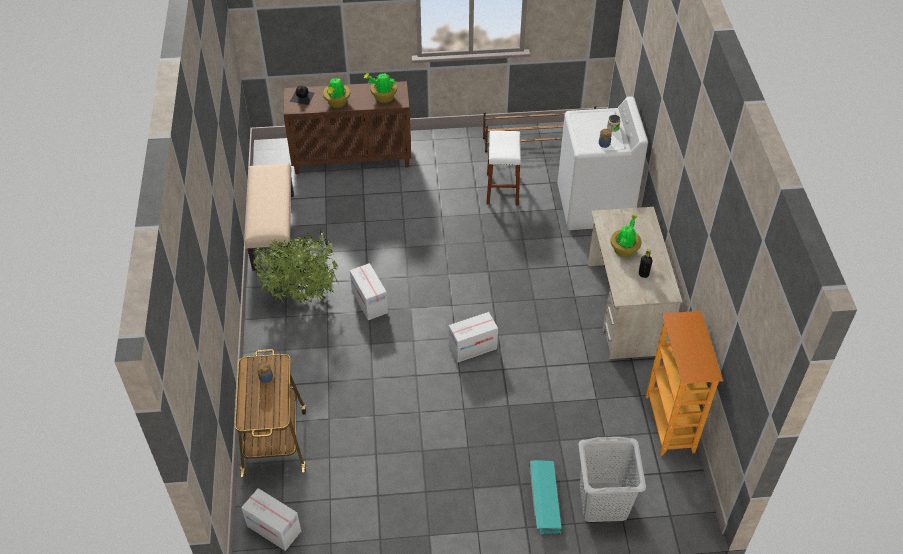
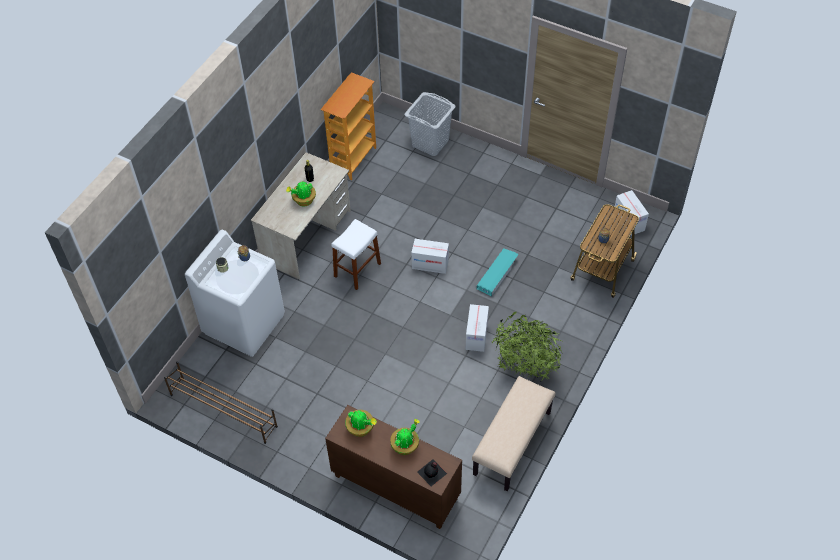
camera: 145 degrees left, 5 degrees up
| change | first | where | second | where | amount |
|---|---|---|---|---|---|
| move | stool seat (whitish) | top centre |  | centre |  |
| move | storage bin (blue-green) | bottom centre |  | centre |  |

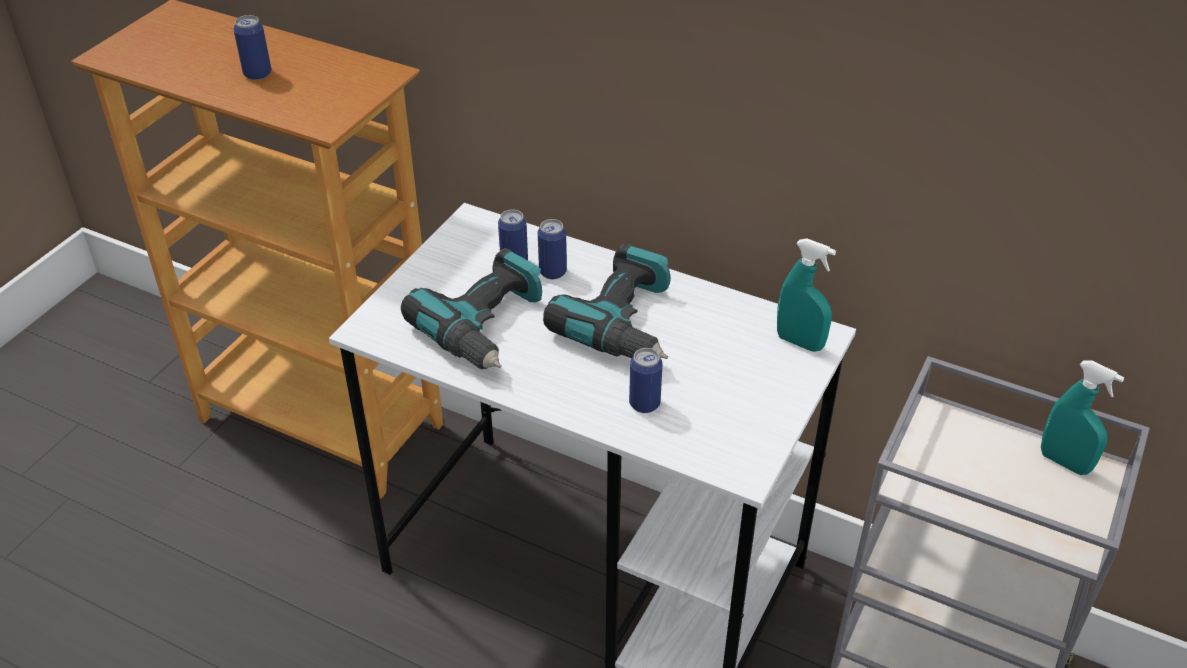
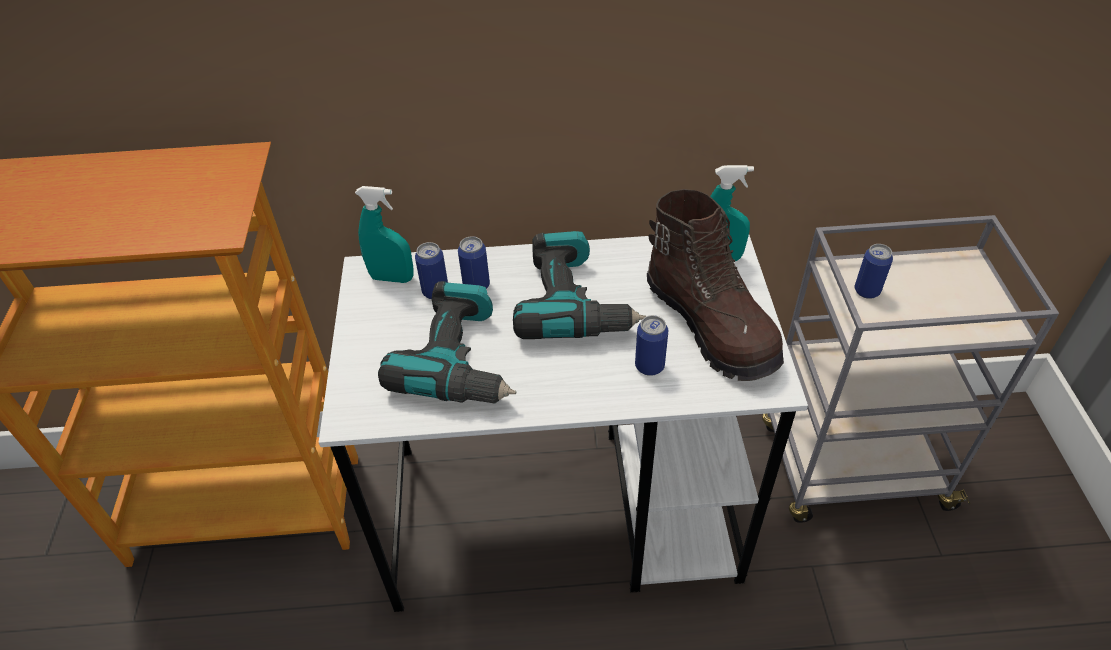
camera: 30 degrees left, 5 degrees up
| change | first | where | second | where | amount |
|---|---|---|---|---|---|
| move | metal can (1st from left in the first image) | top left | metal can (4th from left) | middle right |  |
| move | hand sprayer (blue-green) (2nd from left in the first image) | middle right | hand sprayer (blue-green) (1st from left) | centre |  |
| insert |  |  | high-top boot (brown-coloured) | centre |  |

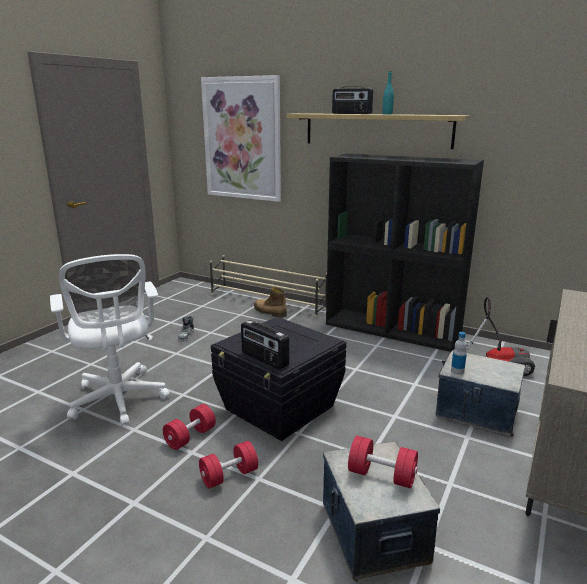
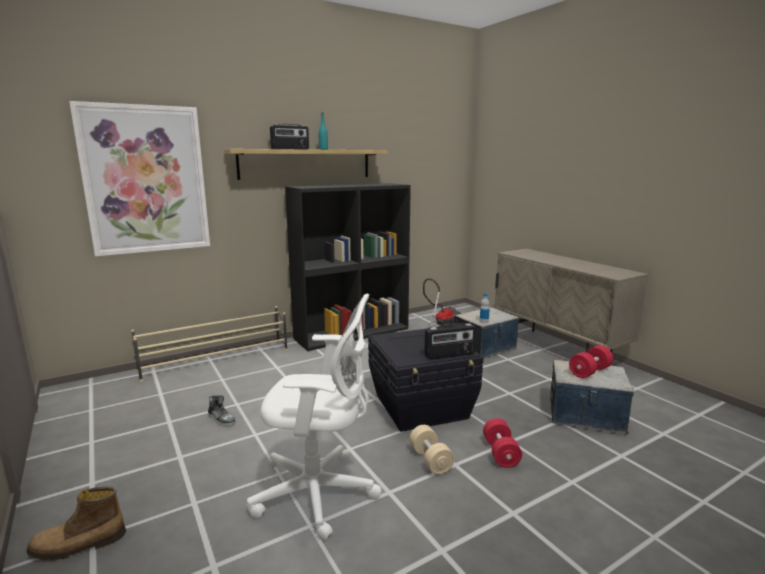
camera: 60 degrees left, 5 degrees down
| change | first | where | second | where | amount |
|---|---|---|---|---|---|
| move | high-top boot | centre |  | bottom left |  |
| recolor | dumbbell (red) (1st from left) | bottom left | dumbbell (beige-coloured) | bottom centre |  |

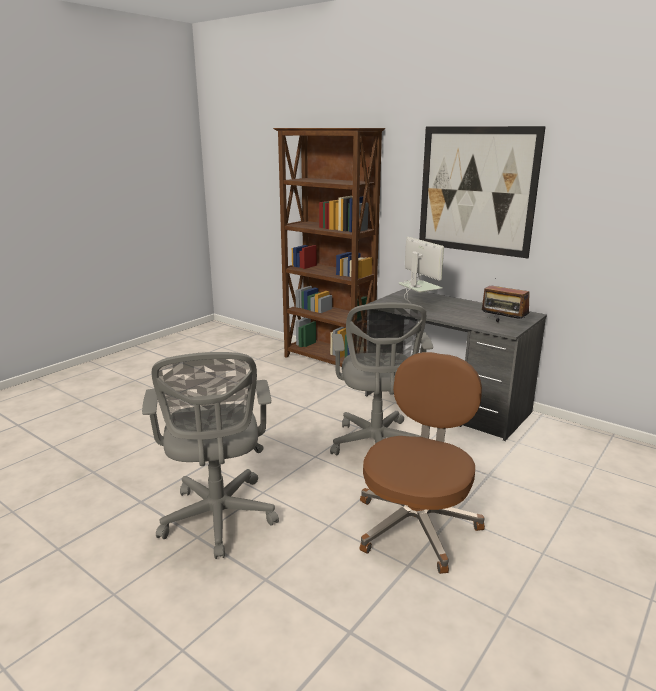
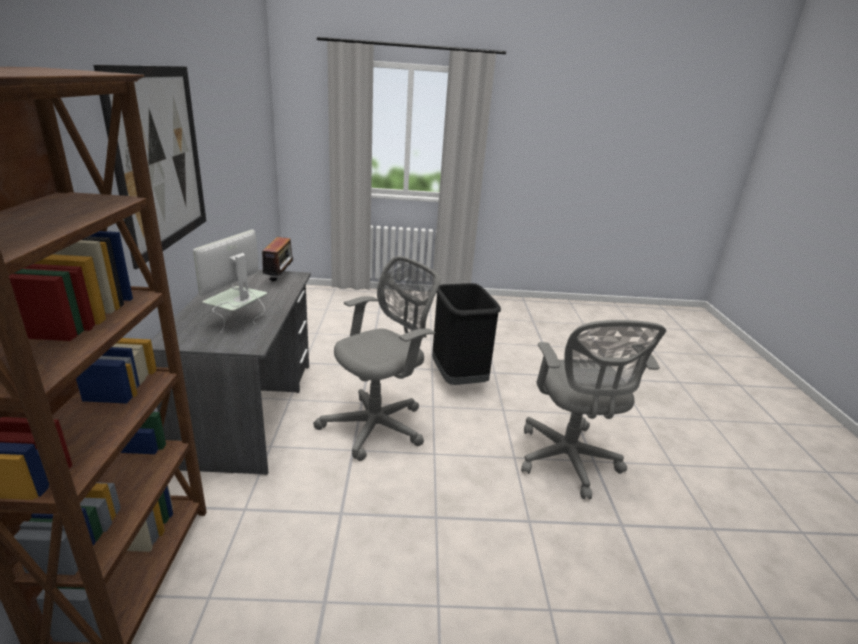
camera: 130 degrees left, 5 degrees up
| change | first | where | second | where | amount |
|---|---|---|---|---|---|
| rotate | desk chair (grey) (1st from left in the first image) | middle left | desk chair (grey) (2nd from left) | middle right | 135 degrees clockwise |
| replace | desk chair (brown-coloured) | bottom centre | waste bin (black) | centre |  |

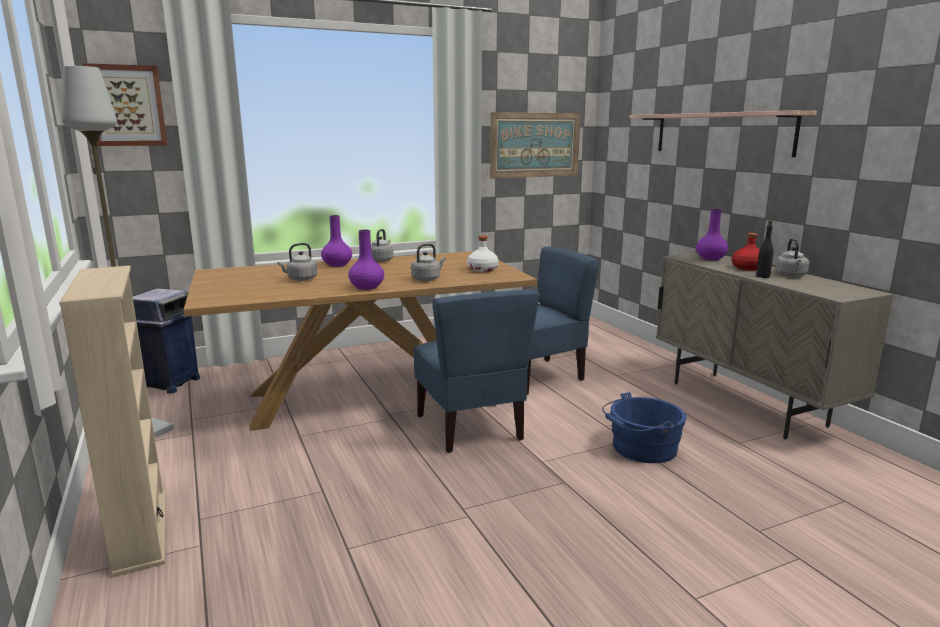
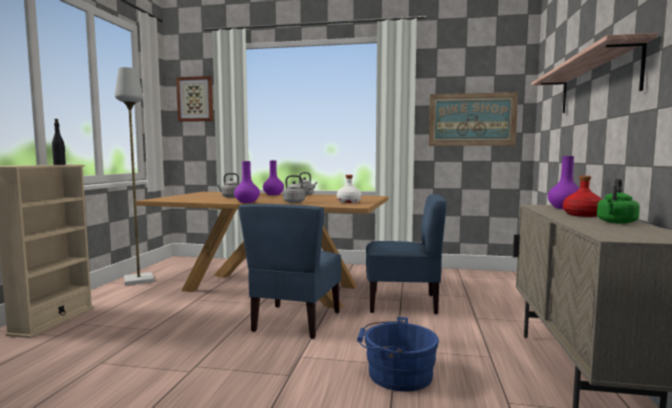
camera: 35 degrees right, 10 degrees down
| change | first | where | second | where | amount |
|---|---|---|---|---|---|
| move | beverage bottle (black) | middle right |  | middle left |  |
| recolor | tea kettle (grey) (4th from left) | middle right | tea kettle (green) | middle right |  |
| delete | waste bin (bluish) | middle left |  |  |  |

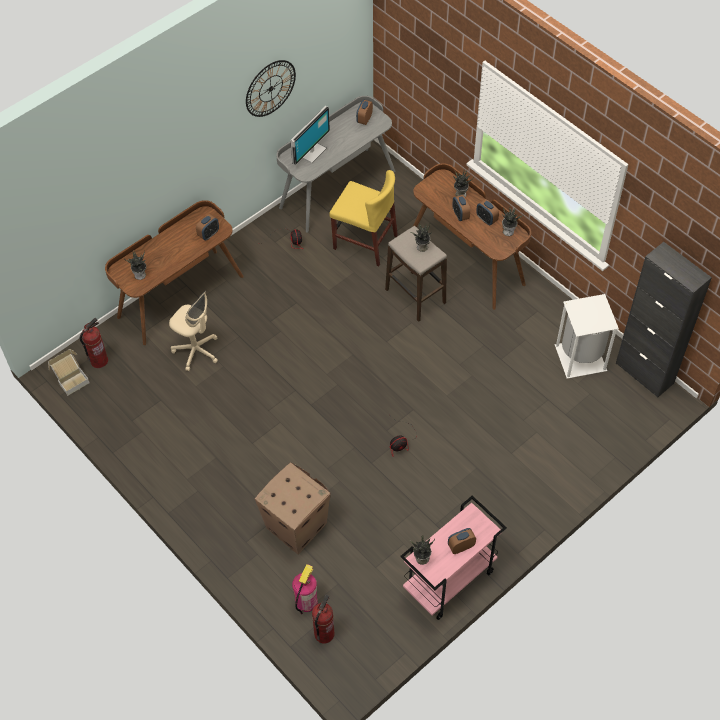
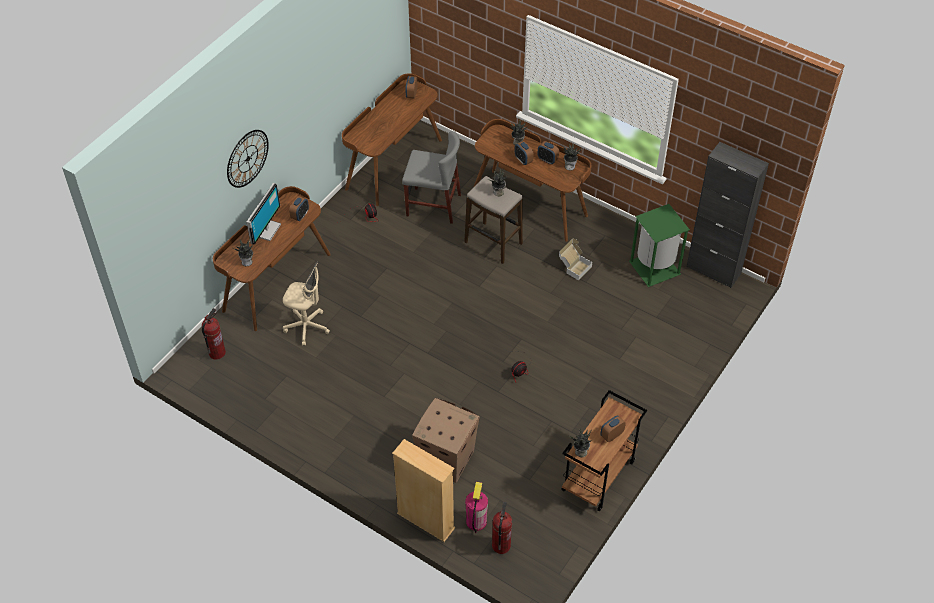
camera: 15 degrees left, 5 degrees down
| change | first | where | second | where | amount |
|---|---|---|---|---|---|
| move | wall clock | top centre |  | top left |  |
| recolor | desk (grey) | top centre | desk (brown-coloured) (2nd from left) | top centre |  |
| move | monitor | top centre |  | middle left |  |
| recolor | upright chair (yellow-coloured) | top centre | upright chair (grey) | top centre |  |
| recolor | waste bin (whitish) | middle right | waste bin (green) | middle right |  |
| move | packing box (1st from left in the first image) | middle left | packing box (2nd from left) | centre |  |
| recolor | cart (pink) | bottom centre | cart (brown-coloured) | bottom centre |  |
| insert |  |  | shelving unit (beige-coloured) | bottom centre |  |

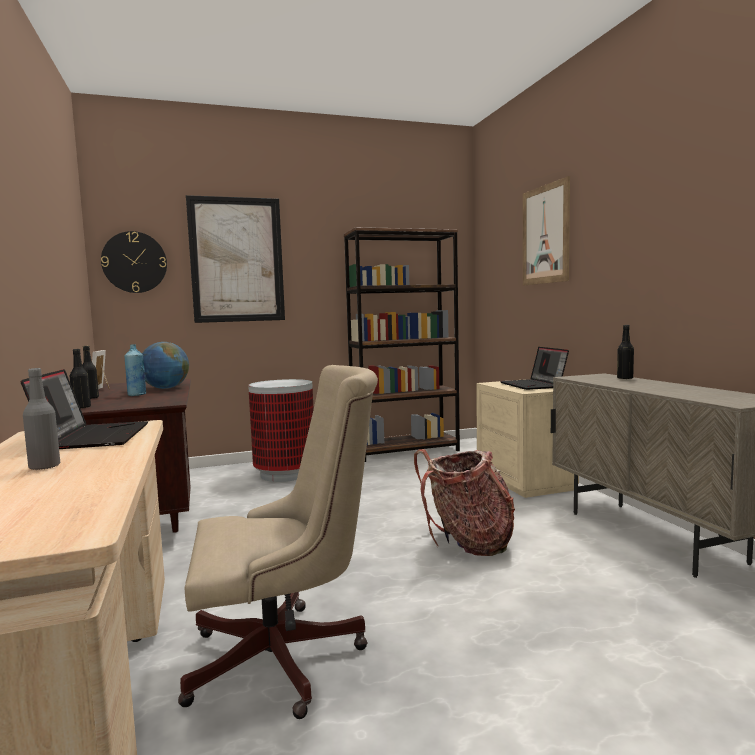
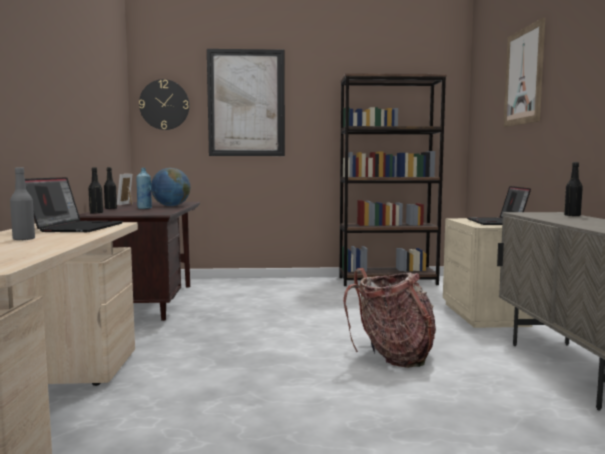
camera: 15 degrees right, 0 degrees up
| change | first | where | second | where | amount |
|---|---|---|---|---|---|
| delete | desk chair (beige-coloured) | bottom centre |  |  |  |
| delete | waste bin | centre |  |  |  |

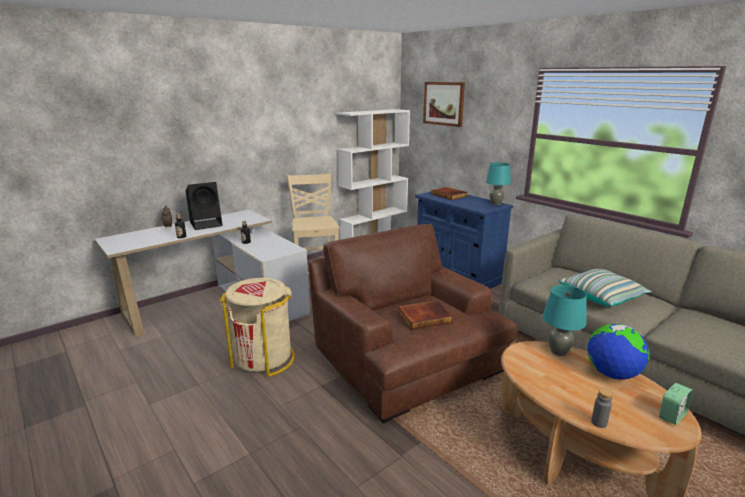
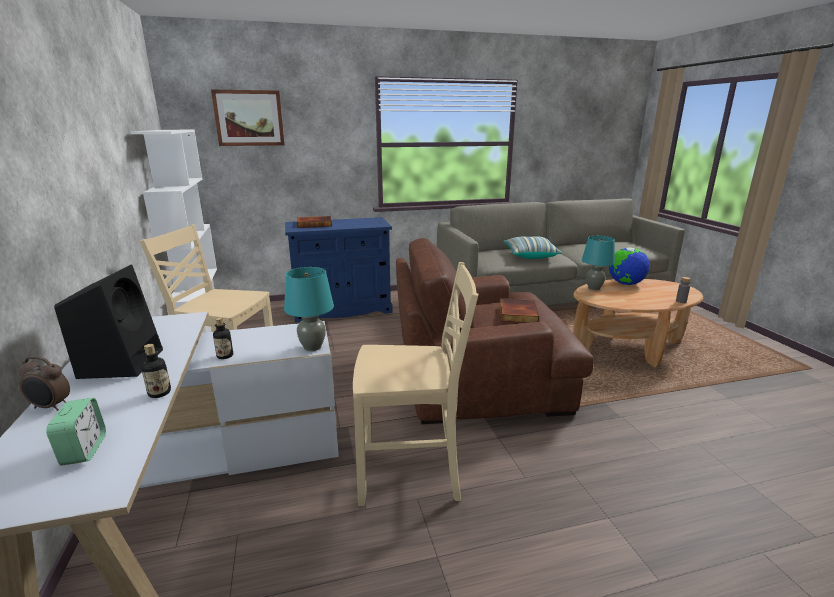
camera: 65 degrees left, 0 degrees up
| change | first | where | second | where | amount |
|---|---|---|---|---|---|
| move | lamp for a table (blue-green) (1st from left) | middle right |  | centre |  |
| replace | waste bin (beige-coloured) | centre | upright chair (beige-coloured) (2nd from left) | centre |  |
| move | table clock (2nd from left) | bottom right |  | bottom left |  |

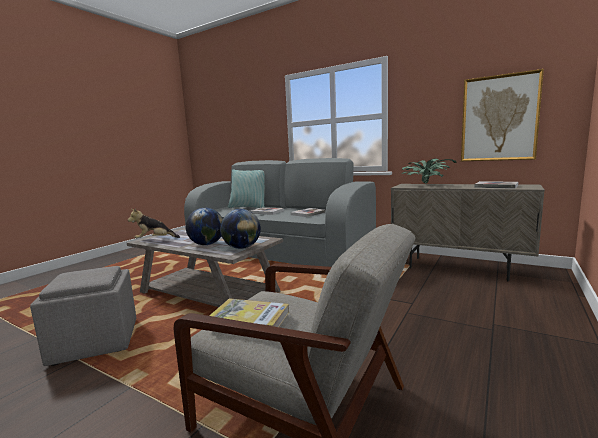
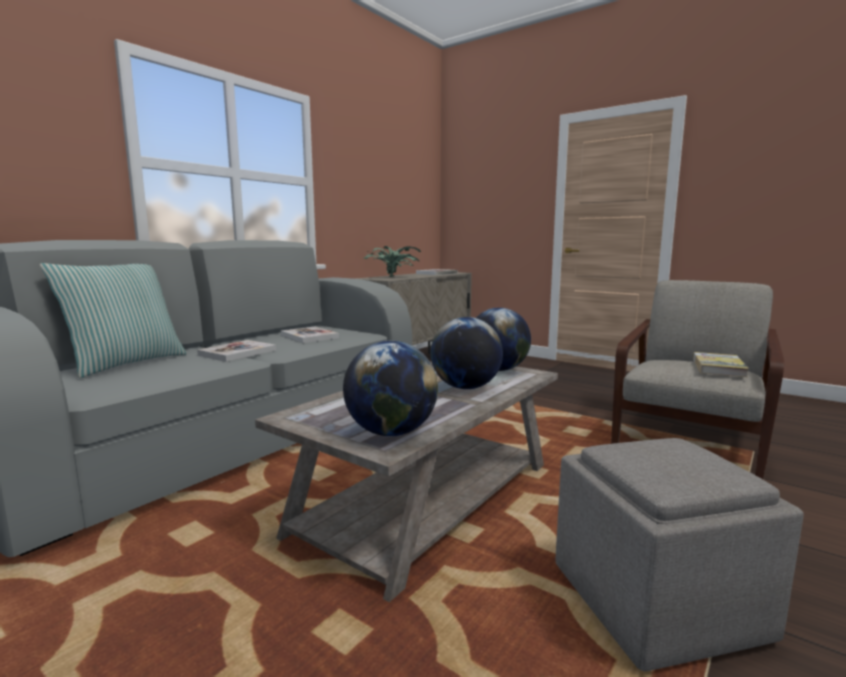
camera: 85 degrees left, 0 degrees up
| change | first | where | second | where | amount |
|---|---|---|---|---|---|
| delete | wall picture | top right |  |  |  |
| replace | plush toy | middle left | globe (1st from left) | centre |  |

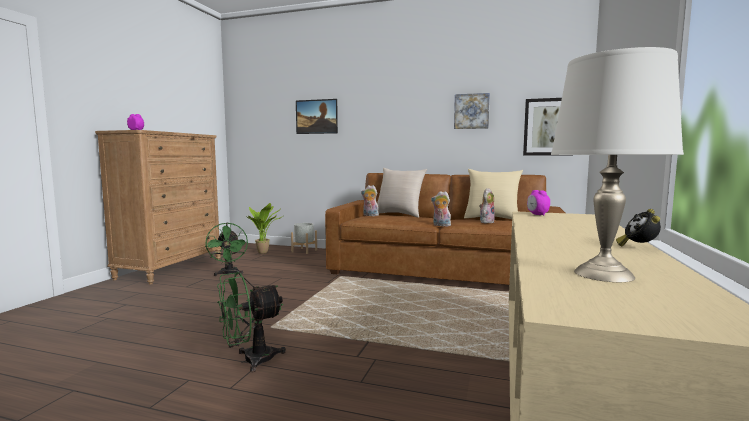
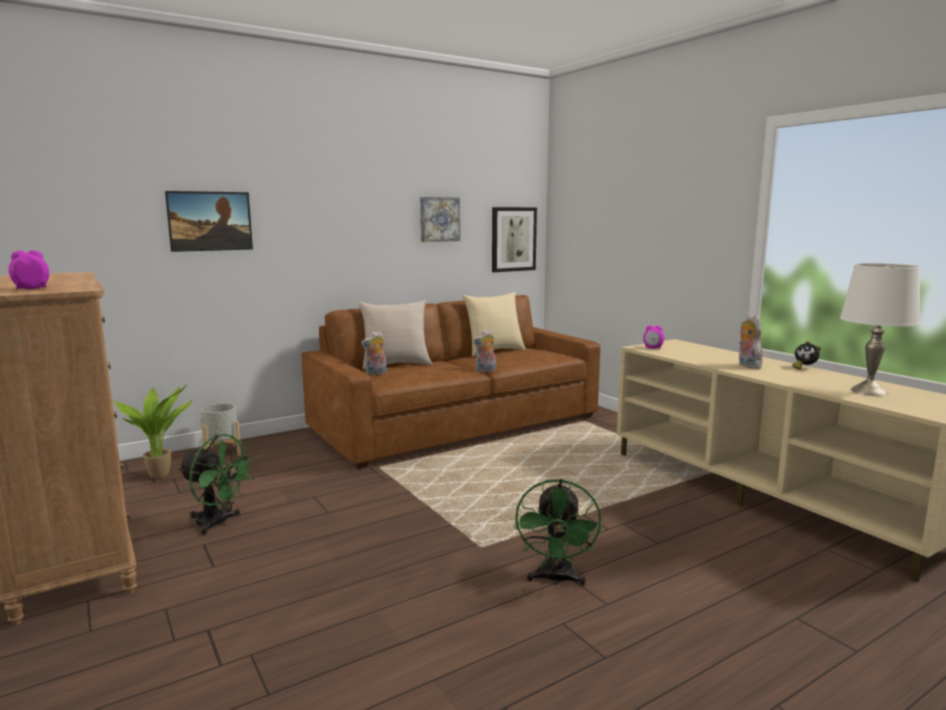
camera: 50 degrees left, 5 degrees up
| change | first | where | second | where | amount |
|---|---|---|---|---|---|
| move | plush toy (3rd from left) | centre |  | middle right |  |

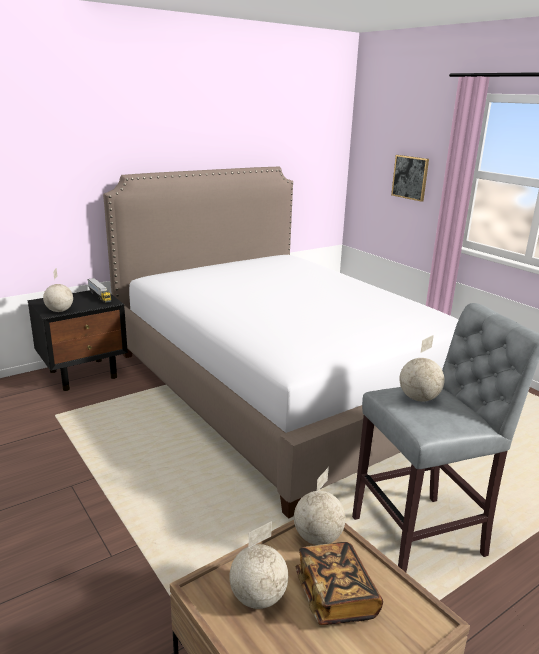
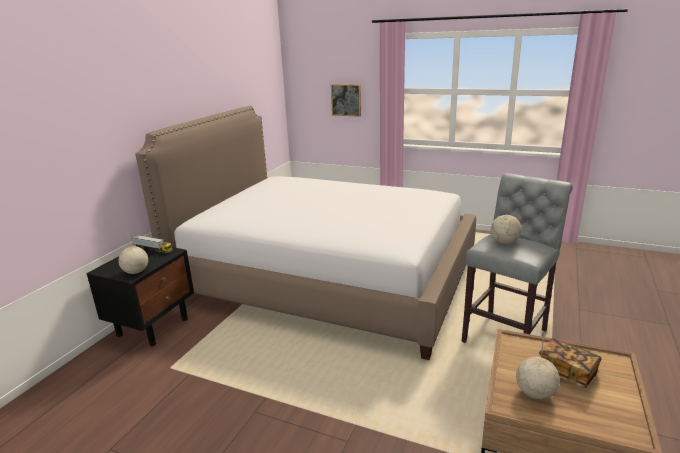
camera: 30 degrees left, 0 degrees up
| change | first | where | second | where | amount |
|---|---|---|---|---|---|
| delete | globe (3rd from left) | bottom centre |  |  |  |

